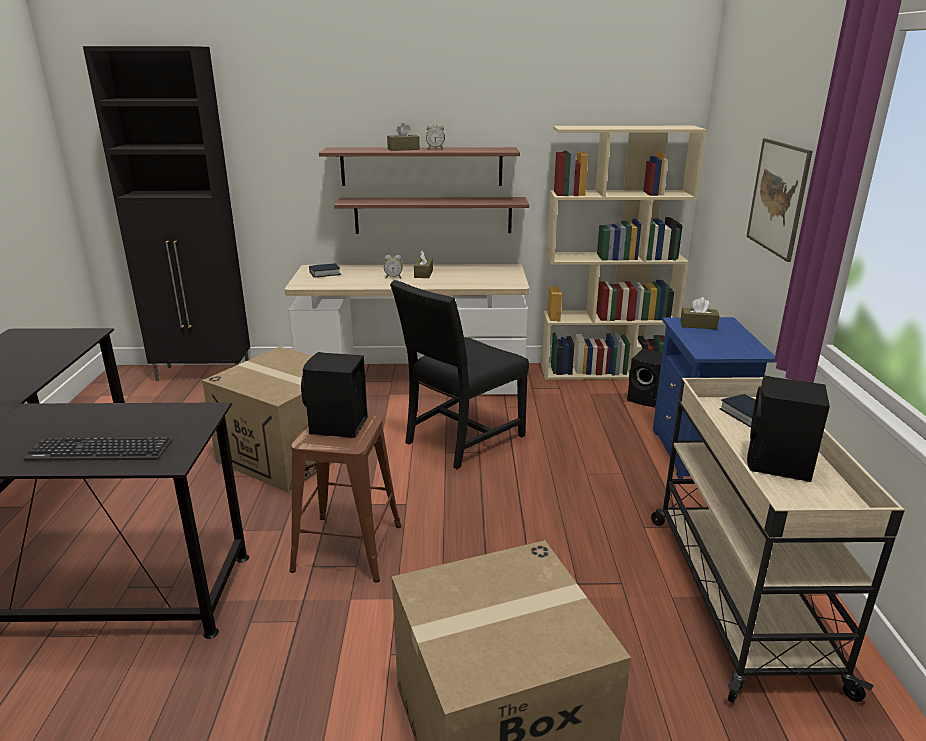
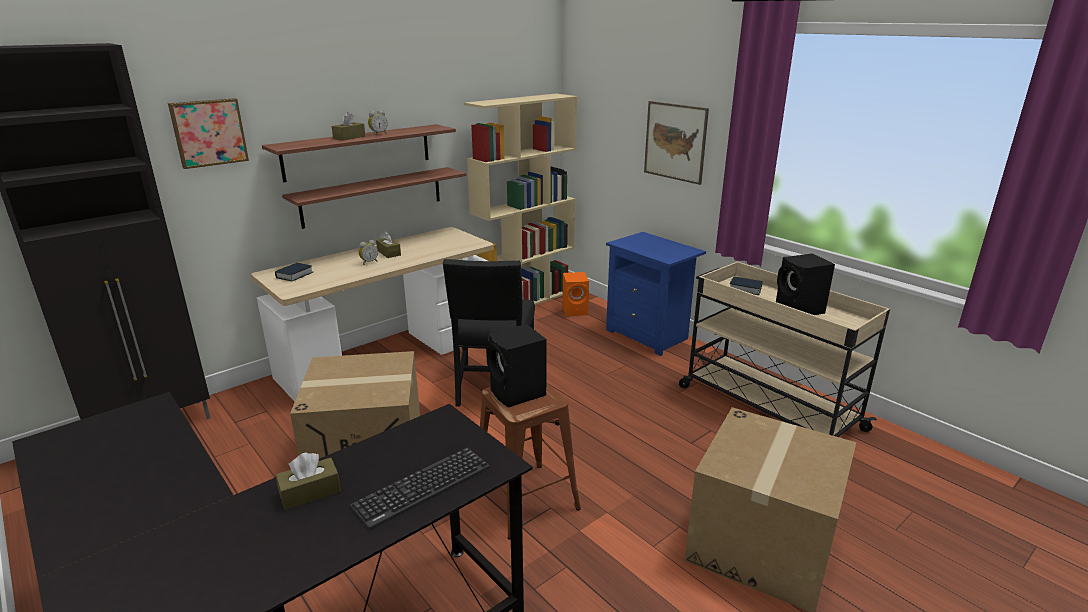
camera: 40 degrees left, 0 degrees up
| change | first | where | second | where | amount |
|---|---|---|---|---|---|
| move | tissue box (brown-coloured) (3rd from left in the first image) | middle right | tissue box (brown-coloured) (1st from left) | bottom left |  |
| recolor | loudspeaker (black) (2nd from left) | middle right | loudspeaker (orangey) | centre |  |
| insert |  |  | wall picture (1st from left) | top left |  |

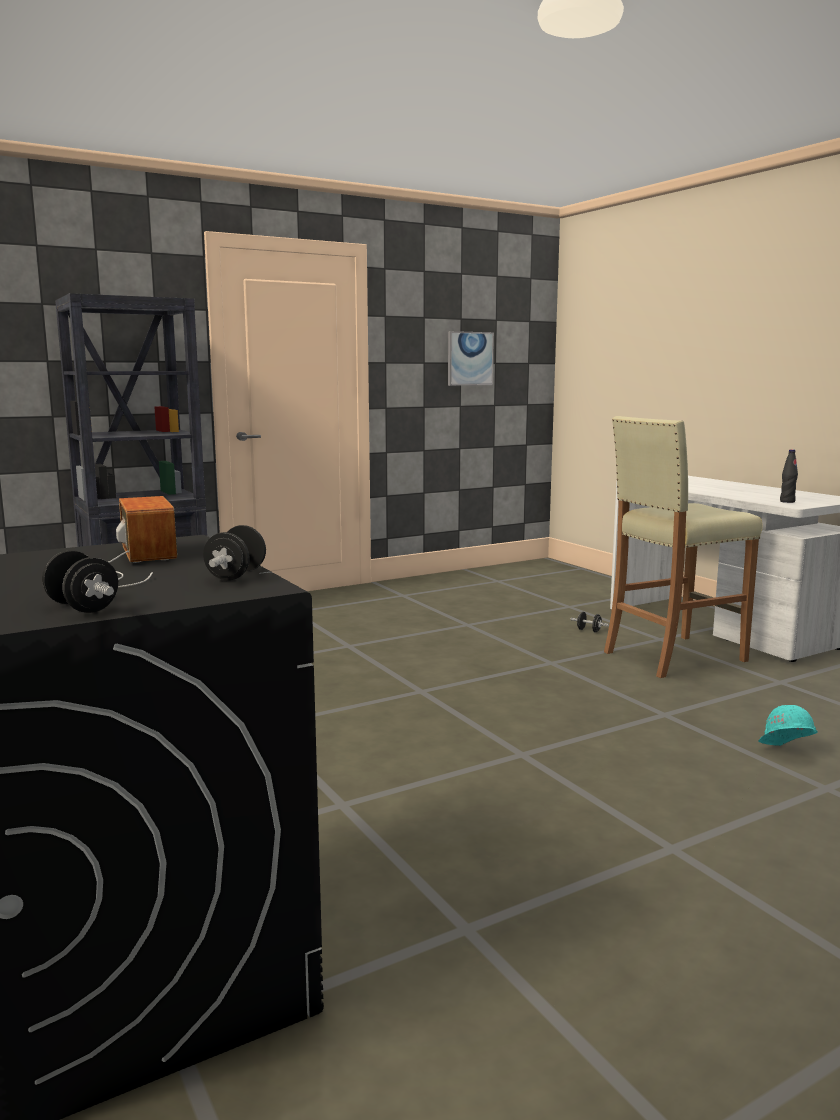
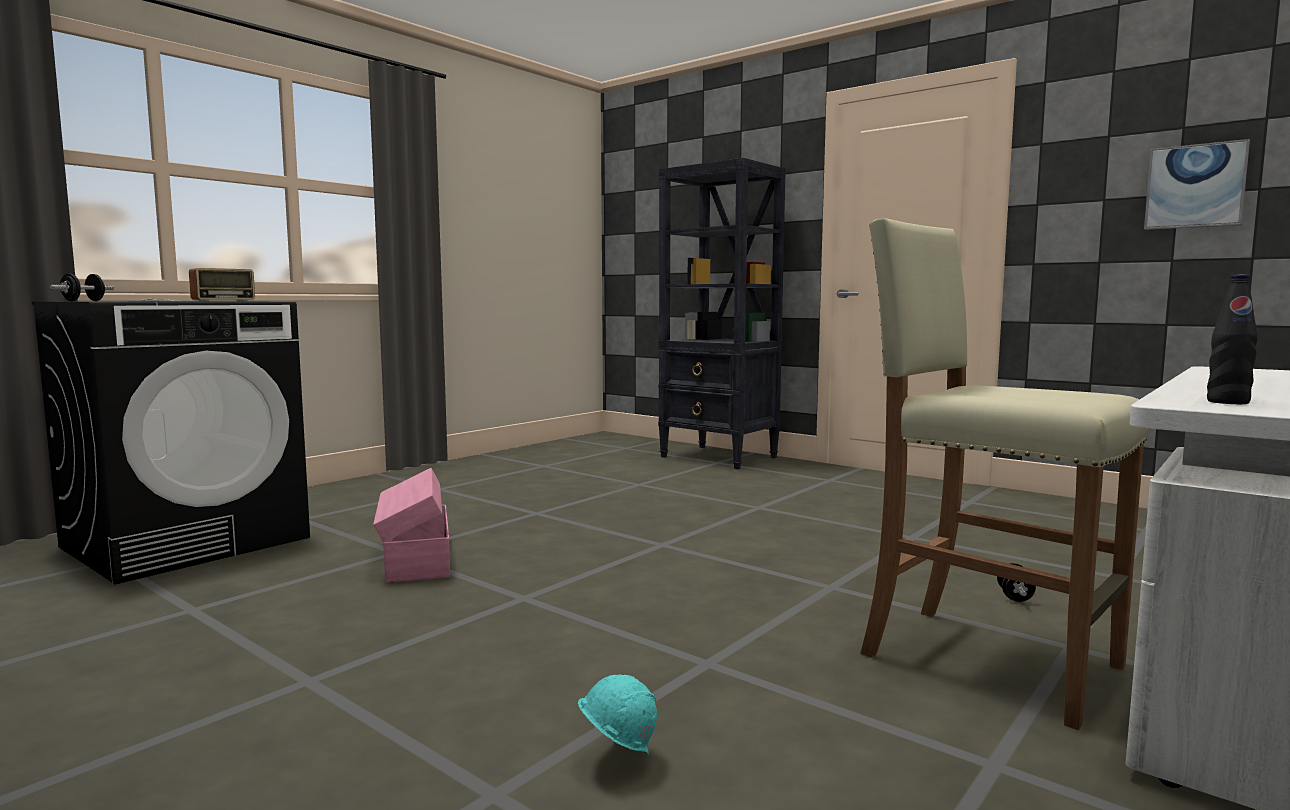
camera: 70 degrees right, 5 degrees down
| change | first | where | second | where | amount |
|---|---|---|---|---|---|
| delete | dumbbell (black) (2nd from left) | middle left |  |  |  |
| insert |  |  | storage bin (pink) | middle left |  |

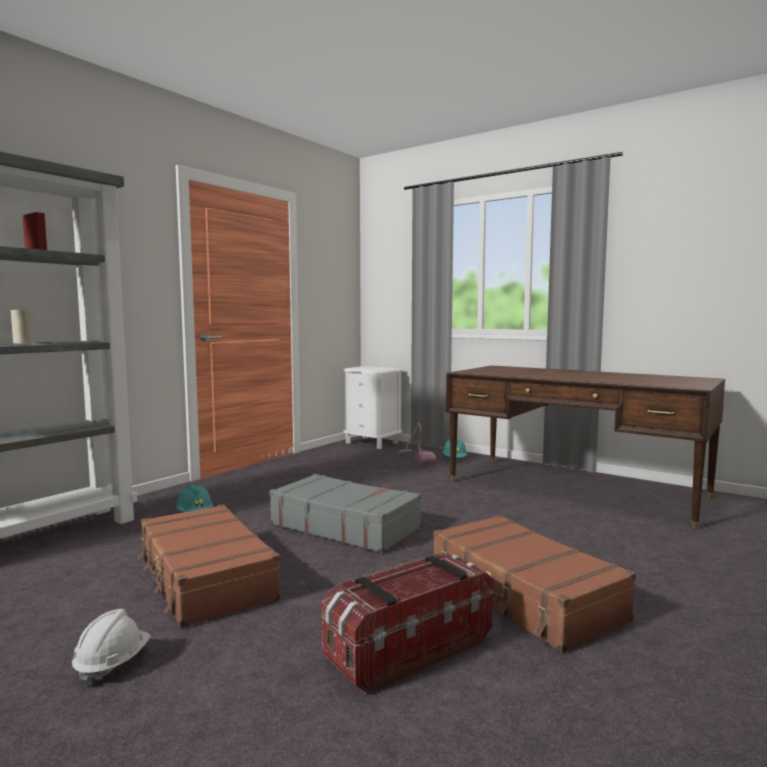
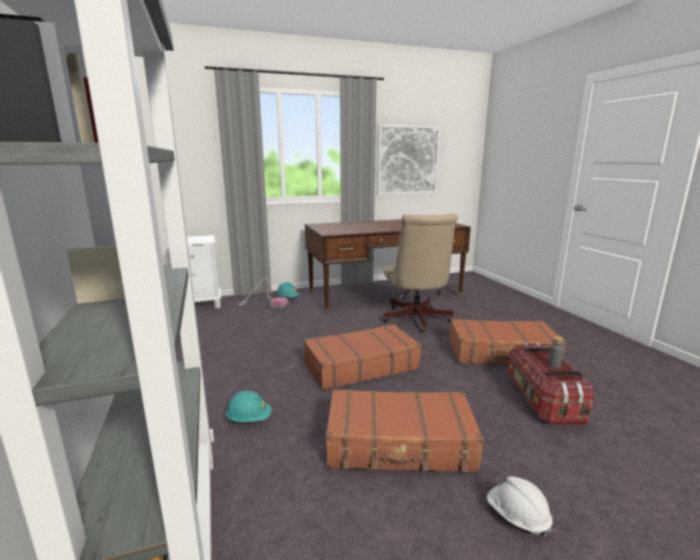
camera: 55 degrees left, 10 degrees up
| change | first | where | second | where | amount |
|---|---|---|---|---|---|
| recolor | suitcase (grey) | bottom centre | suitcase (brown-coloured) (1st from left) | centre |  |
| insert |  |  | wall picture | top centre |  |
| insert |  |  | desk chair (beige-coloured) | centre |  |
| insert |  |  | beverage bottle (grey) | middle right |  |

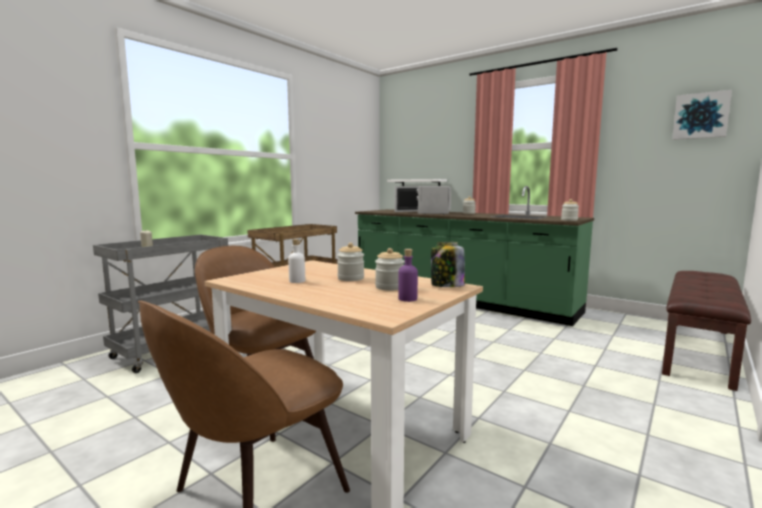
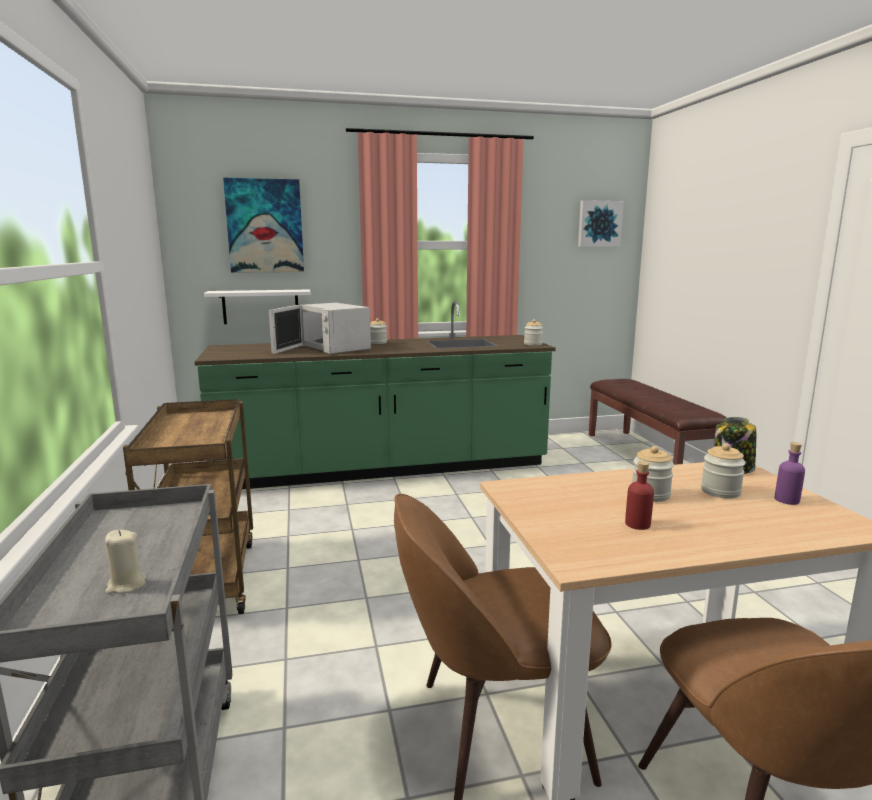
camera: 50 degrees left, 5 degrees up
| change | first | where | second | where | amount |
|---|---|---|---|---|---|
| recolor | beverage bottle (whitish) | centre | beverage bottle (red) | middle right |  |
| insert |  |  | wall picture (1st from left) | top left |  |

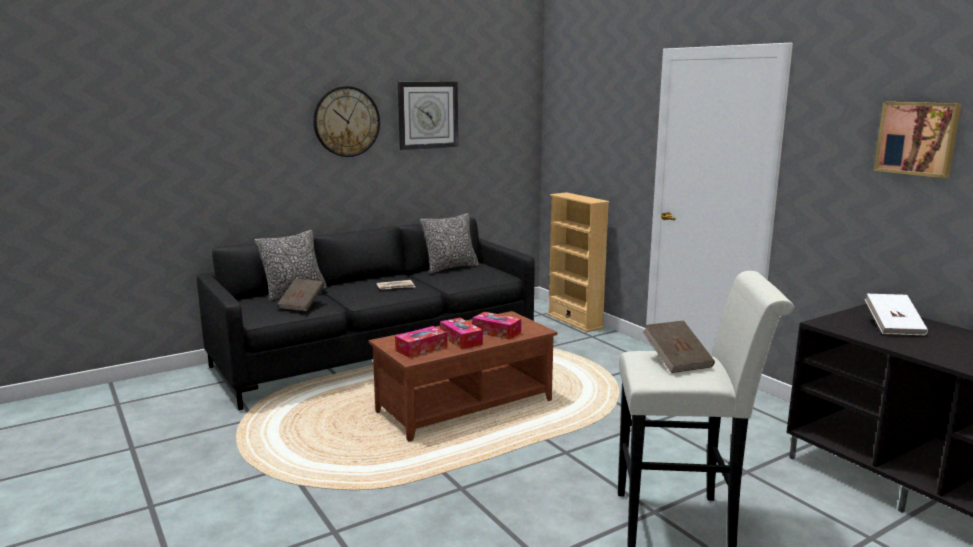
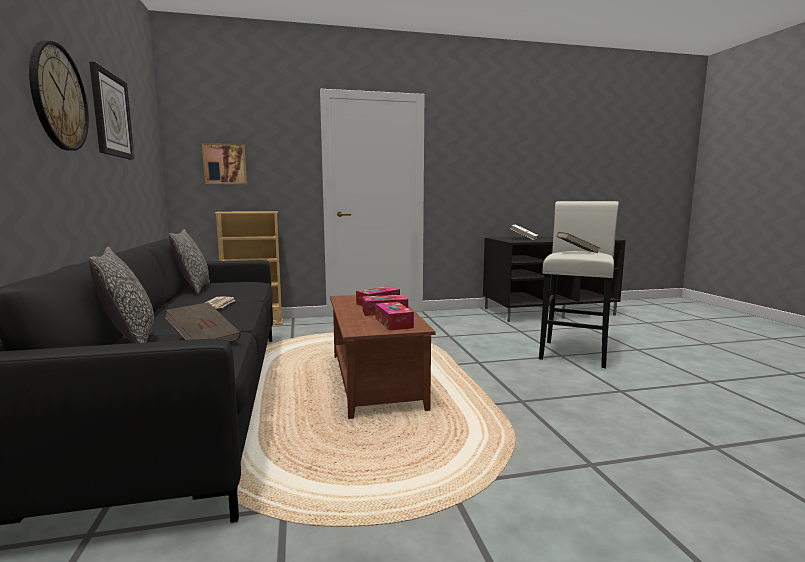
camera: 70 degrees left, 5 degrees down
| change | first | where | second | where | amount |
|---|---|---|---|---|---|
| move | wall picture | top right |  | top left |  |

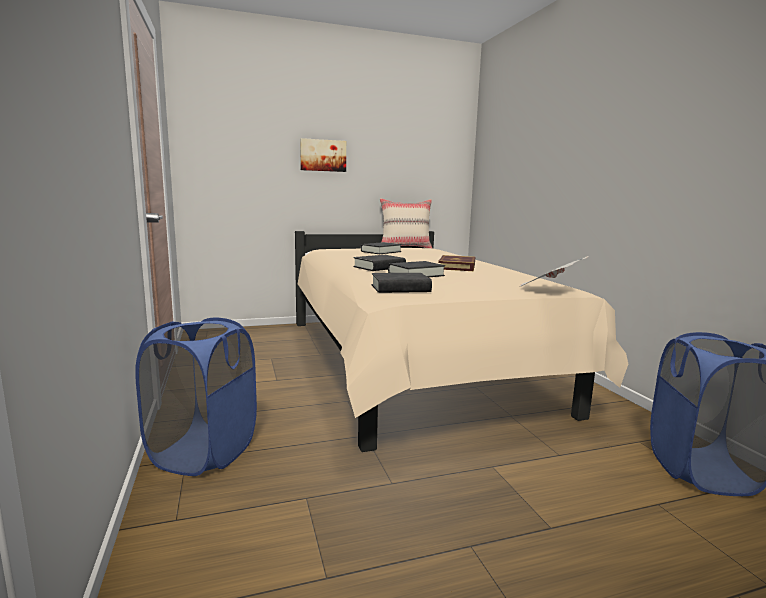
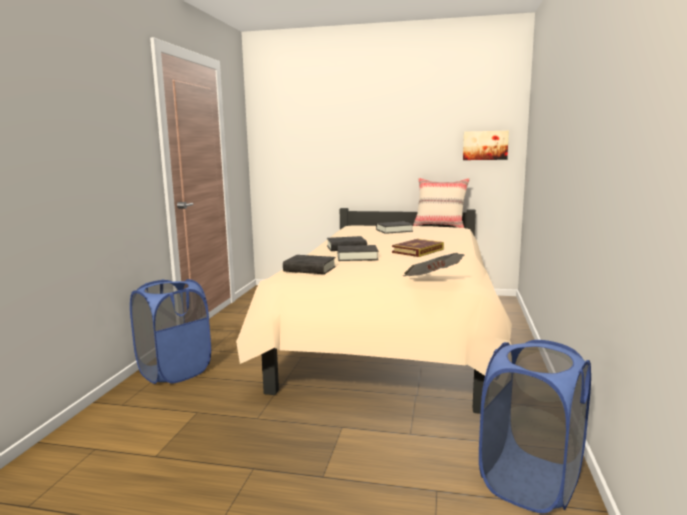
camera: 30 degrees right, 0 degrees up
| change | first | where | second | where | amount |
|---|---|---|---|---|---|
| move | wall picture | top centre |  | top right |  |

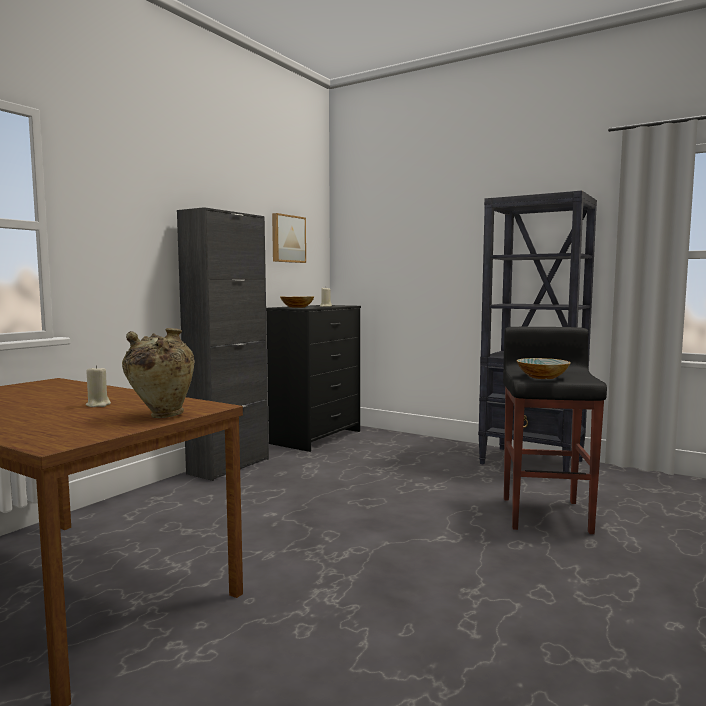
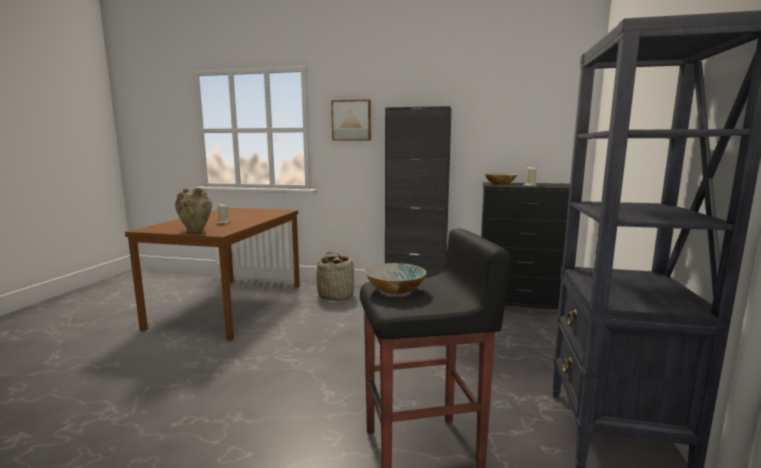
camera: 70 degrees right, 5 degrees up
| change | first | where | second | where | amount |
|---|---|---|---|---|---|
| move | wall picture | centre |  | top centre |  |
| insert |  |  | storage basket | centre |  |

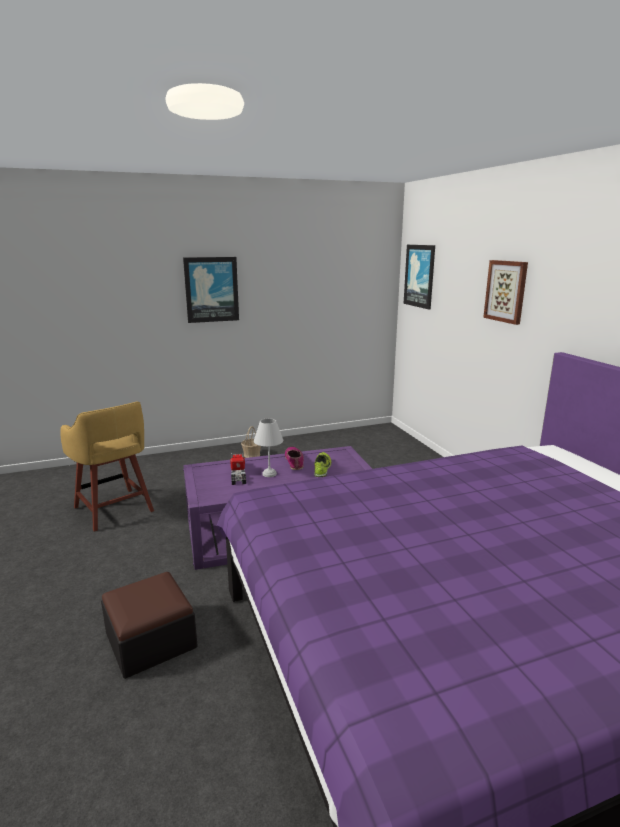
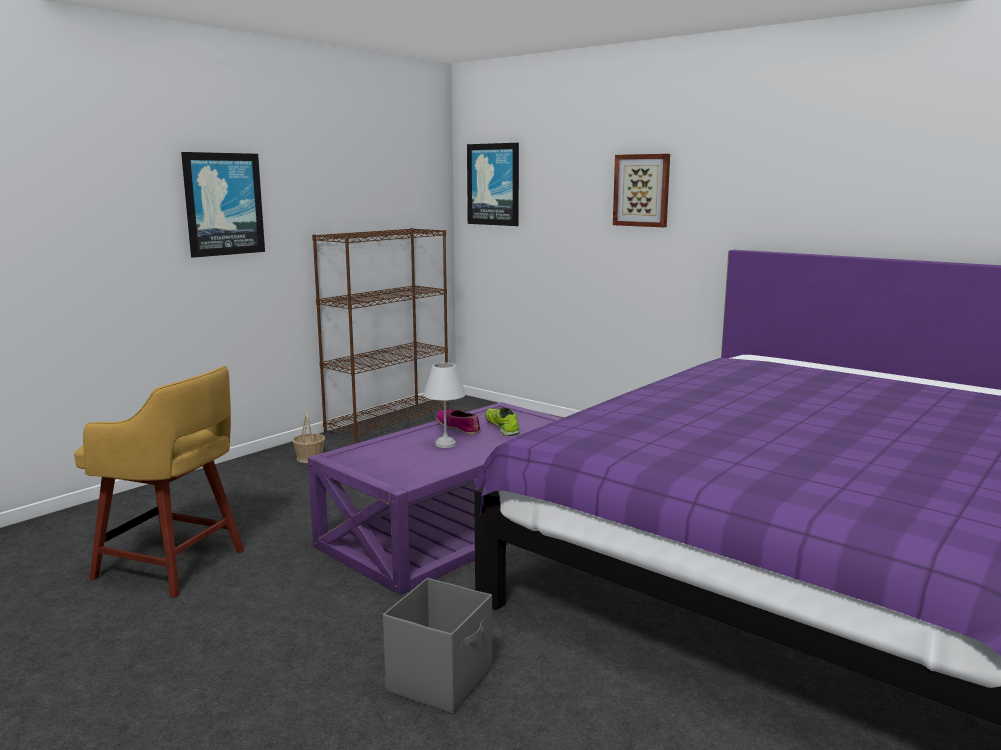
camera: 30 degrees left, 5 degrees down
| change | first | where | second | where | amount |
|---|---|---|---|---|---|
| delete | model truck | centre |  |  |  |
| replace | pouffe | bottom left | storage bin (grey) | bottom centre |  |
| insert |  |  | shelving unit (brown-coloured) | centre |  |

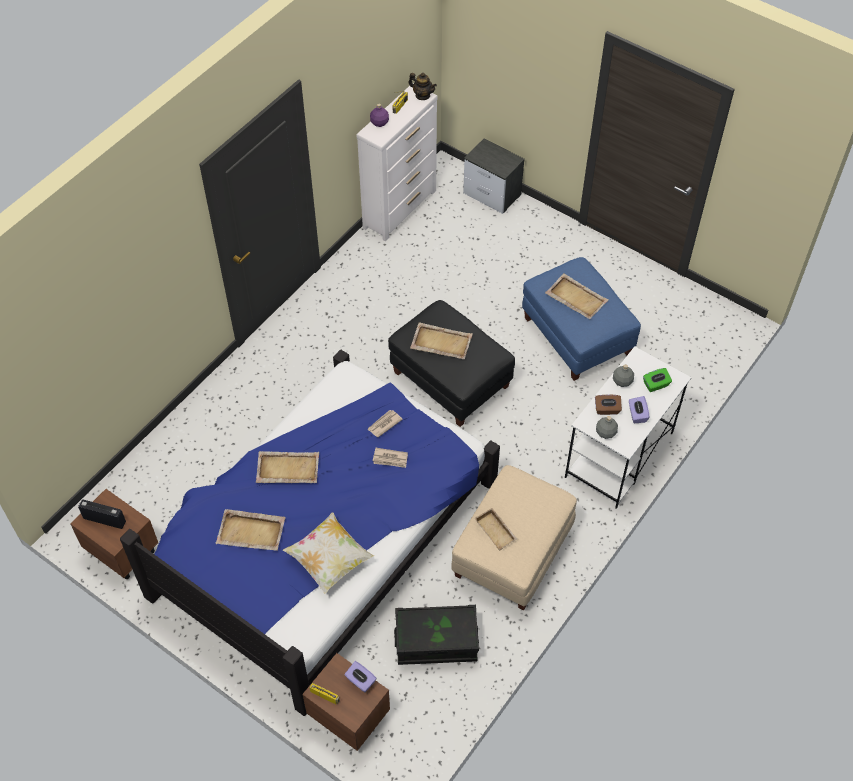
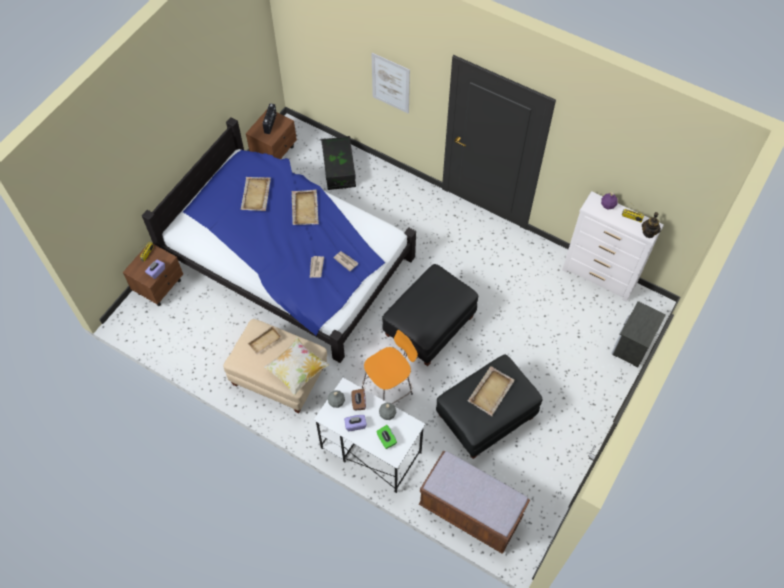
camera: 85 degrees right, 5 degrees up
| change | first | where | second | where | amount |
|---|---|---|---|---|---|
| recolor | pouffe (bluish) | middle right | pouffe (black) (2nd from left) | bottom centre |  |
| delete | carrying tray (beige-coloured) (3rd from left) | centre |  |  |  |
| move | pillow | bottom centre |  | centre |  |
| move | storage bin (black) | bottom centre |  | top centre |  |
| insert |  |  | wall picture | top centre |  |
| insert |  |  | stool seat (orangey) | centre |  |
| insert |  |  | long seat (brown-coloured) | bottom centre |  |

